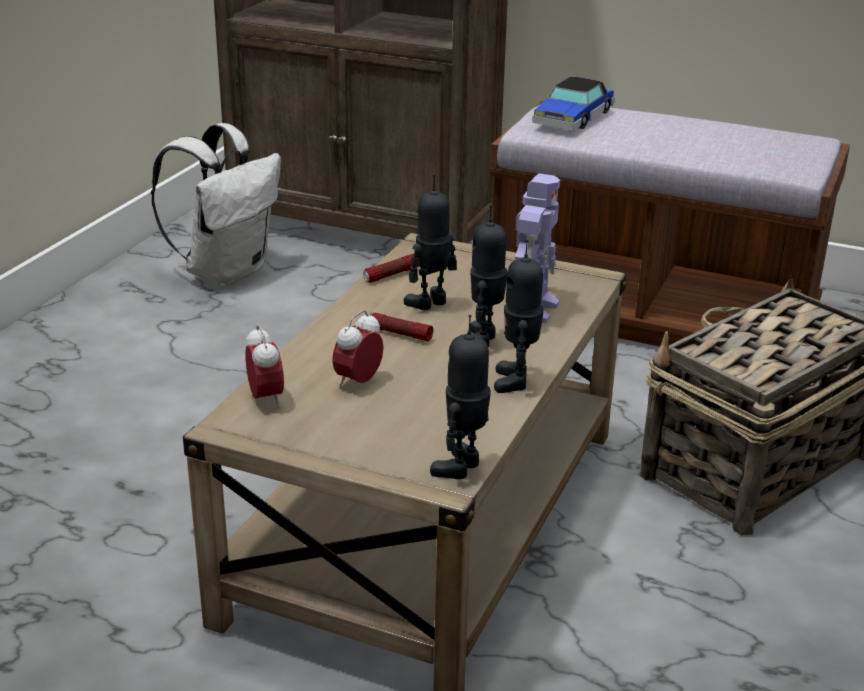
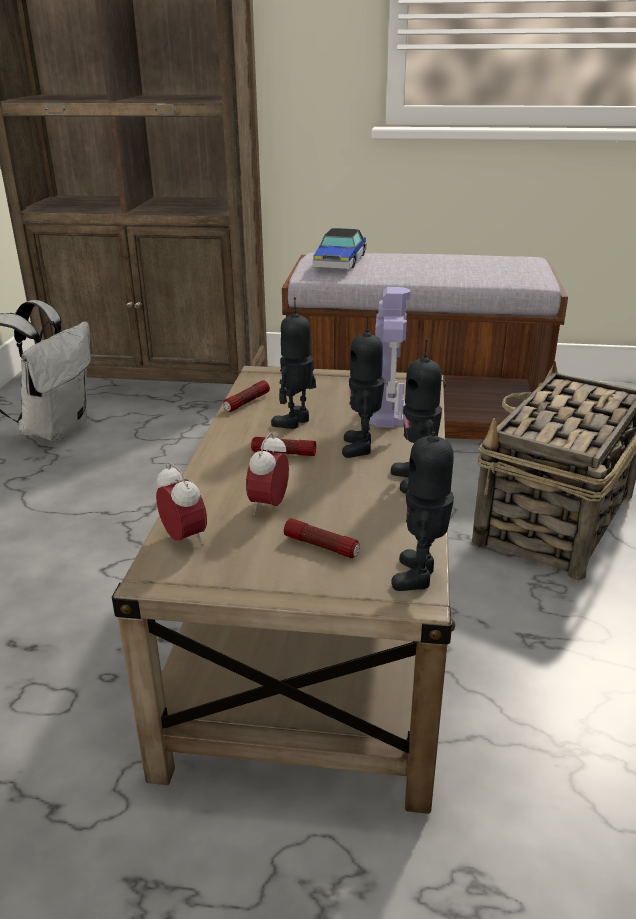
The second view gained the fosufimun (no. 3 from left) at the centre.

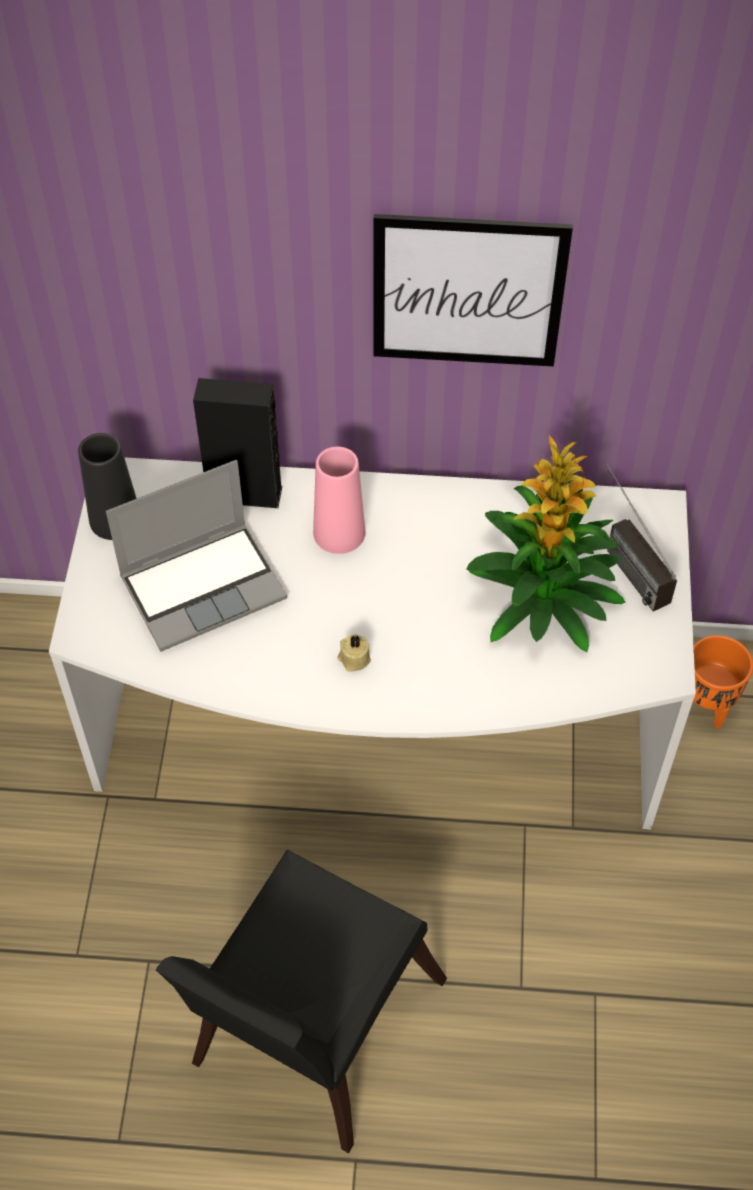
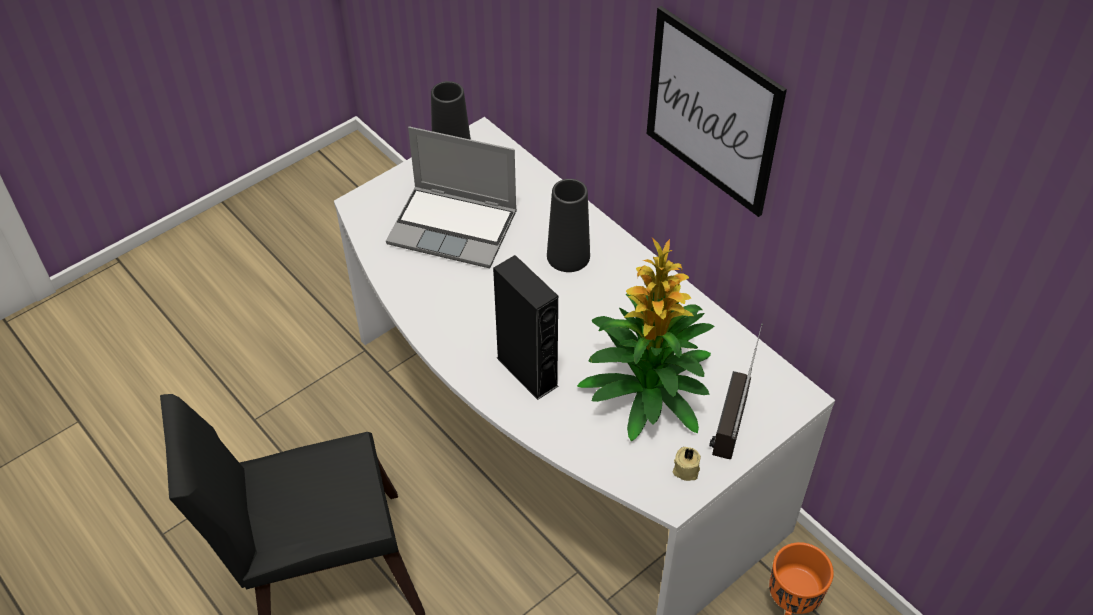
The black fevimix ended up elsewhere, having gone from the middle left to the centre.
The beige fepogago ended up elsewhere, having gone from the centre to the bottom centre.
What was the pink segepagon at the centre turned into the black segepagon (no. 2 from left) at the centre.

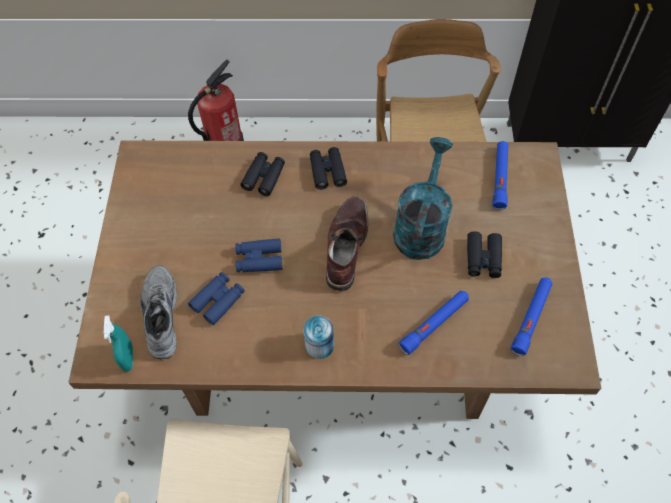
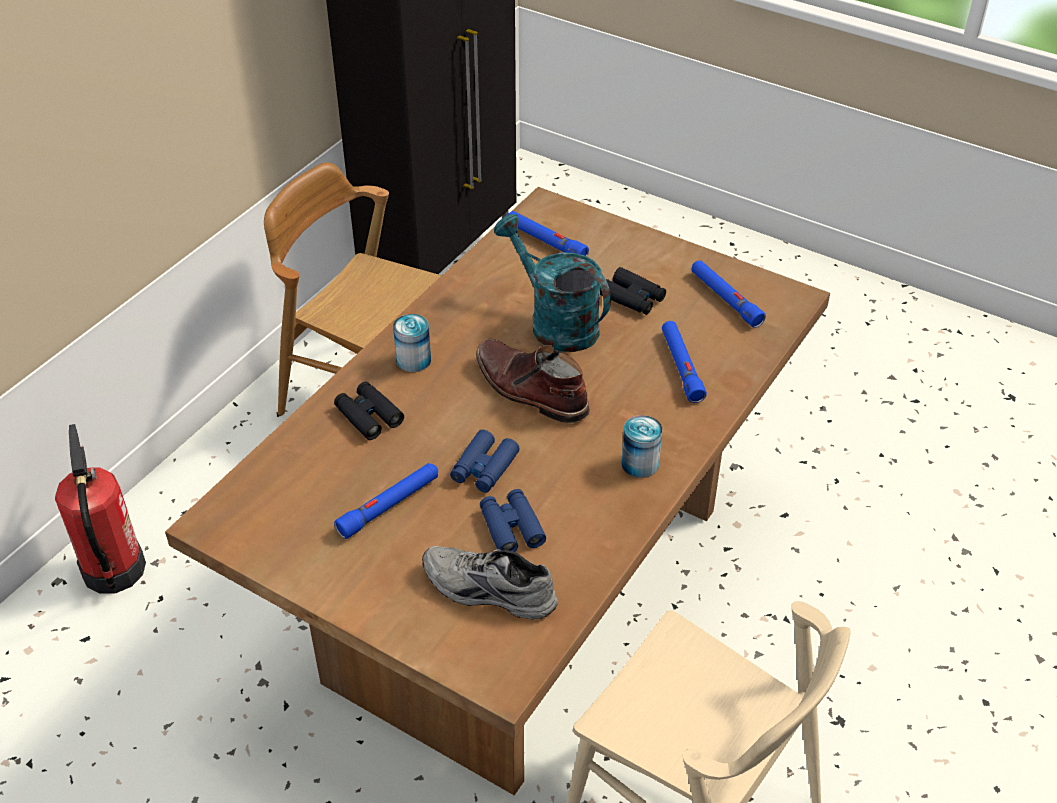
The second view lost the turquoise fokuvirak at the bottom left.
The second view gained the blue fosufimun (no. 1 from left) at the centre.
Where the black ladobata (no. 2 from left) stood at the centre, the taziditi (no. 1 from left) came to stand at the centre.

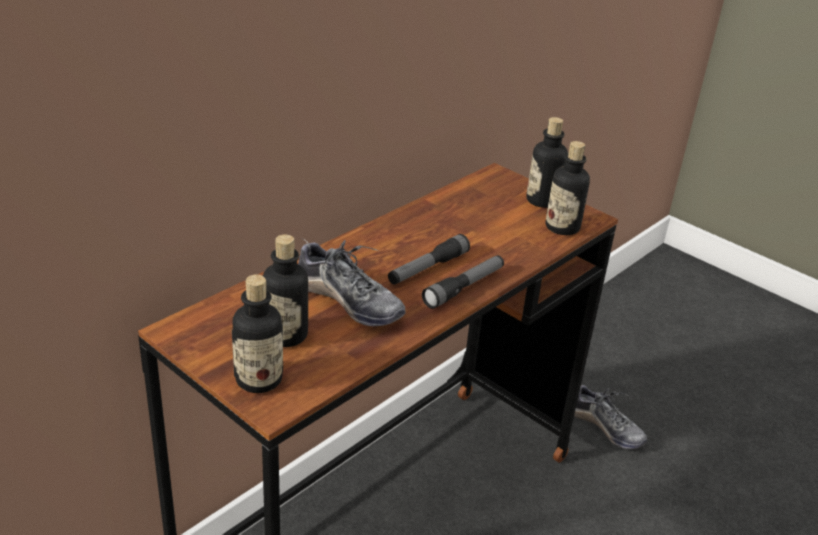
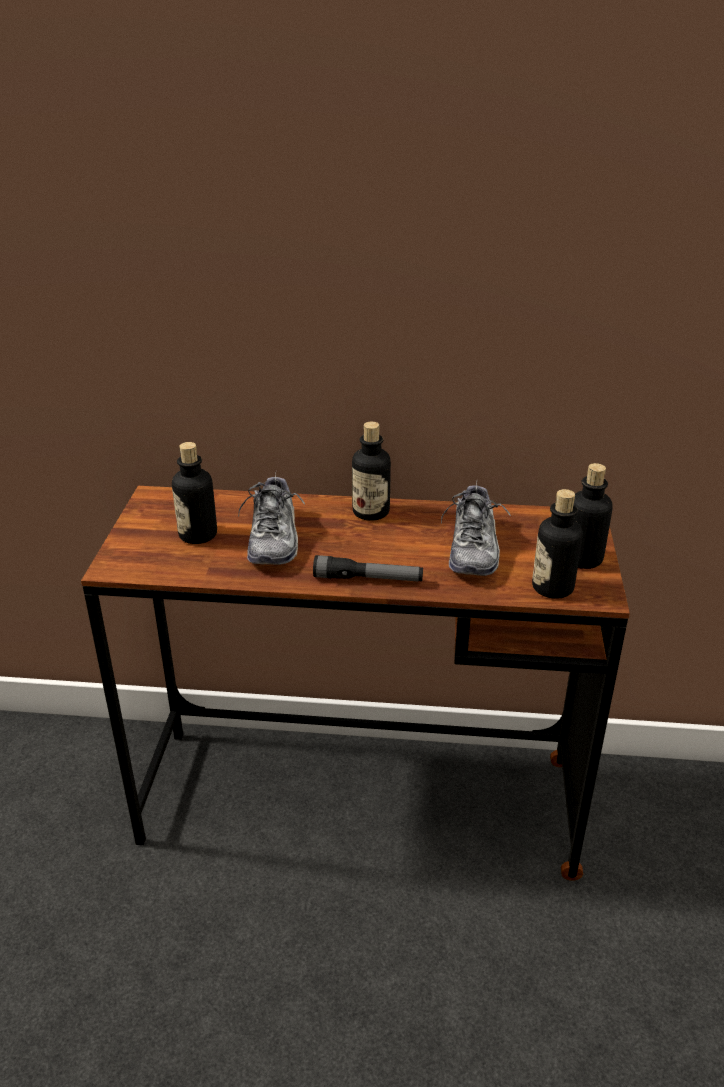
The second view lost the fosufimun (no. 1 from left) at the centre.
The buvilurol (no. 1 from left in the first image) ended up elsewhere, having gone from the middle left to the centre.
The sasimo (no. 2 from left) ended up elsewhere, having gone from the bottom right to the centre.

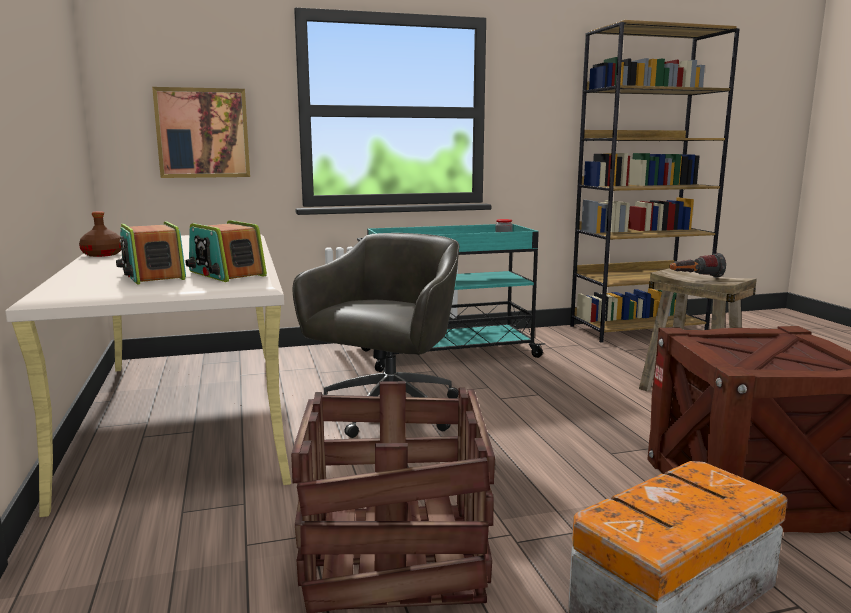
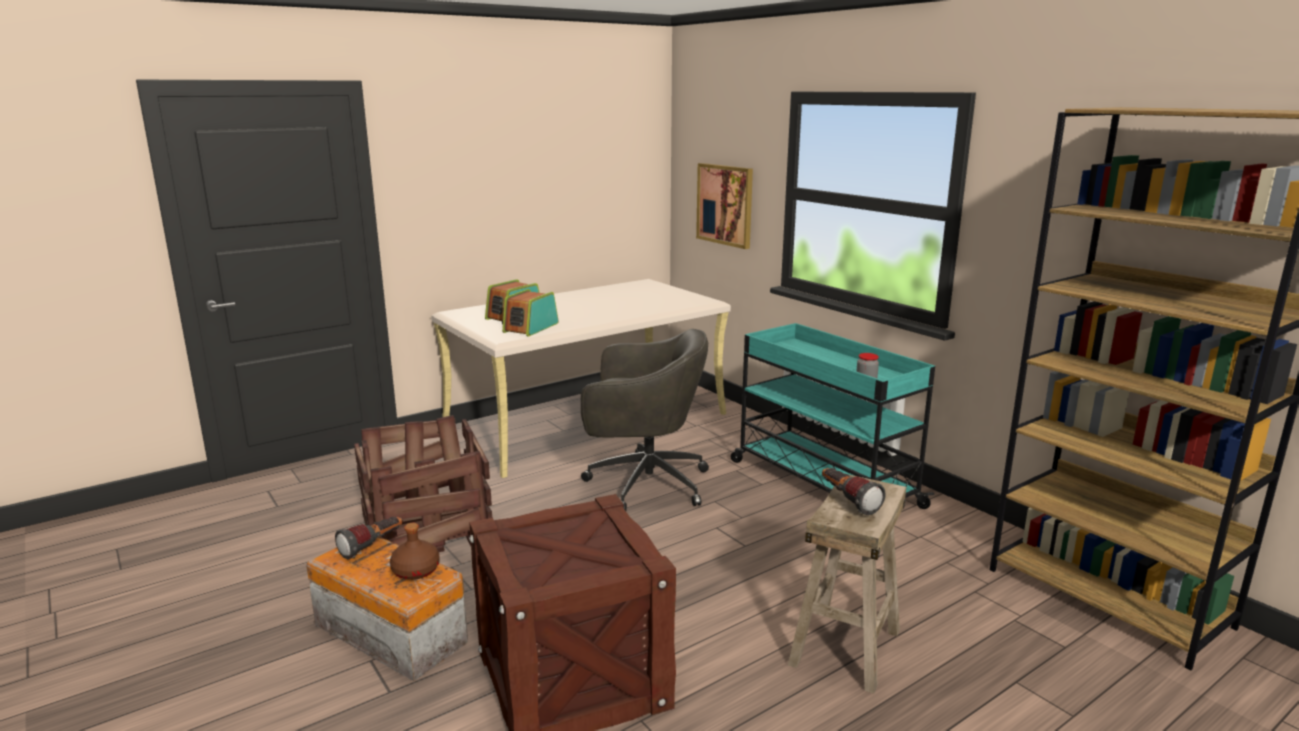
The second view gained the fosufimun (no. 1 from left) at the bottom left.
The brown buvilurol ended up elsewhere, having gone from the middle left to the bottom left.

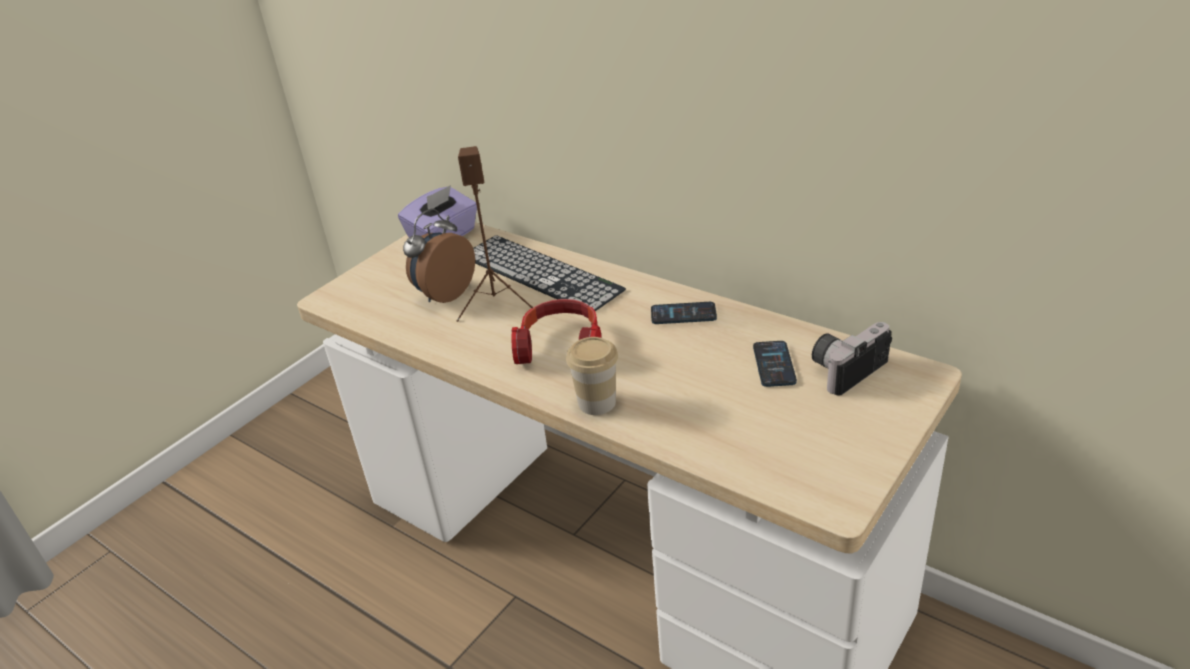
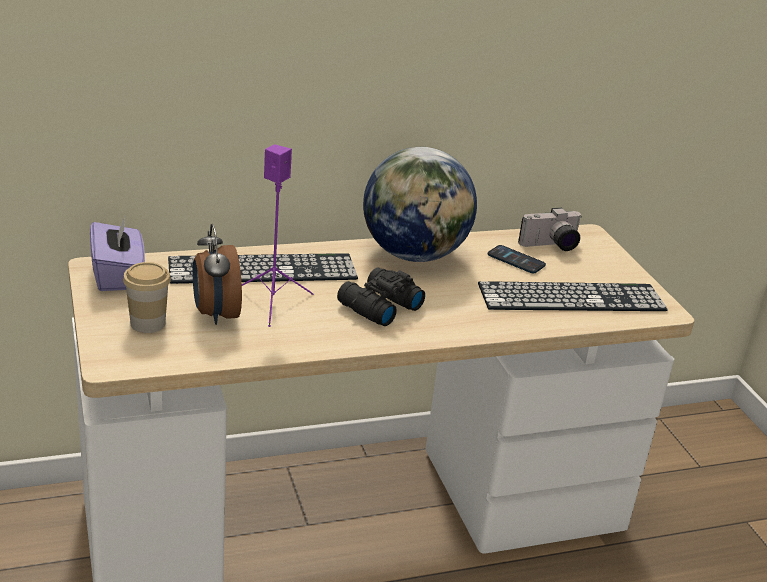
The second view gained the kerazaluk (no. 2 from left) at the middle right.
The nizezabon ended up elsewhere, having gone from the centre to the middle left.
Where the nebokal stood at the centre, the black ladobata came to stand at the centre.
Where the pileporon (no. 1 from left) stood at the centre, the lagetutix came to stand at the centre.
What was the brown fevimix at the centre turned into the purple fevimix at the centre.
The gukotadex at the middle right ended up facing another way, 105 degrees counterclockwise from before.

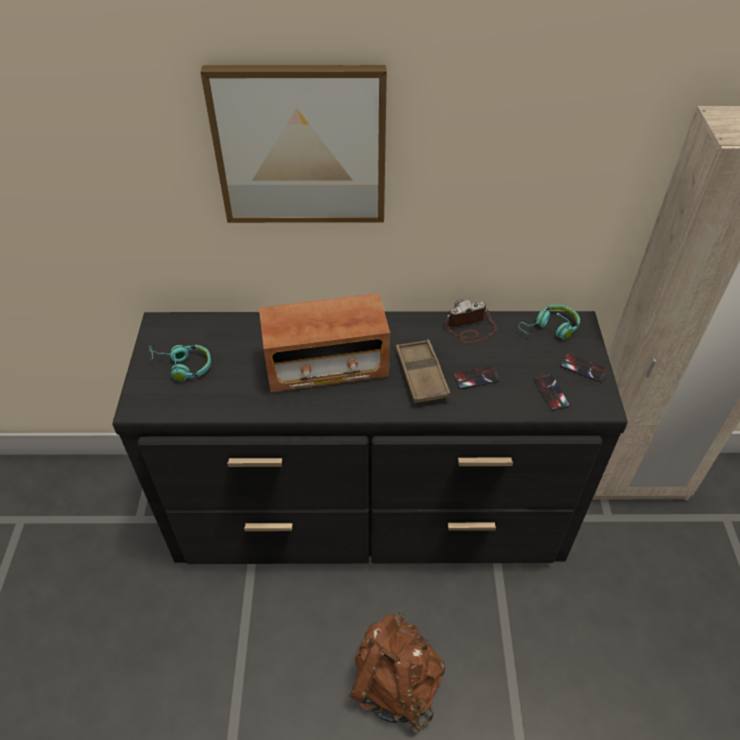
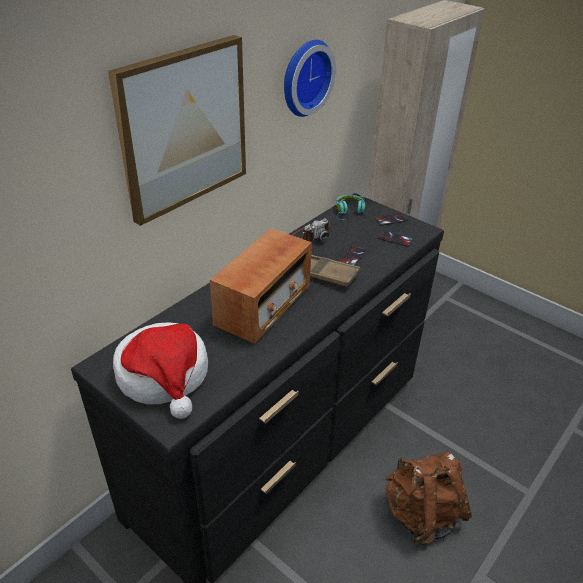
The second view gained the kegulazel at the top centre.
Where the turquoise nebokal (no. 1 from left) stood at the middle left, the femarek came to stand at the middle left.
The gukotadex at the centre ended up facing another way, 150 degrees counterclockwise from before.

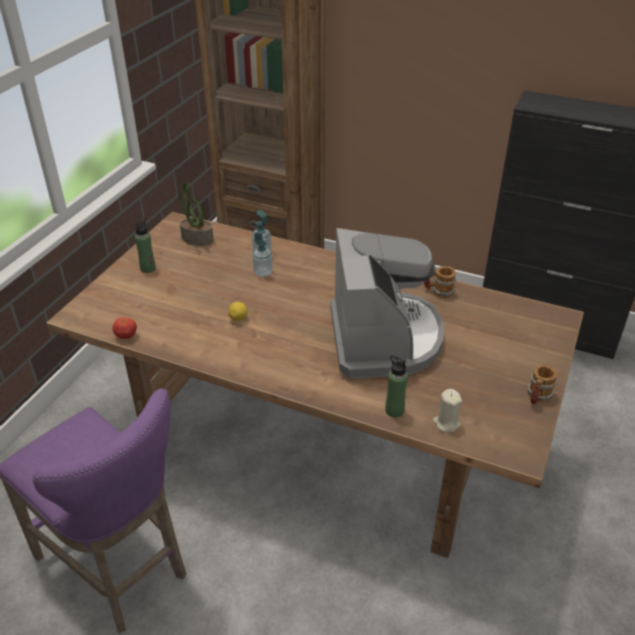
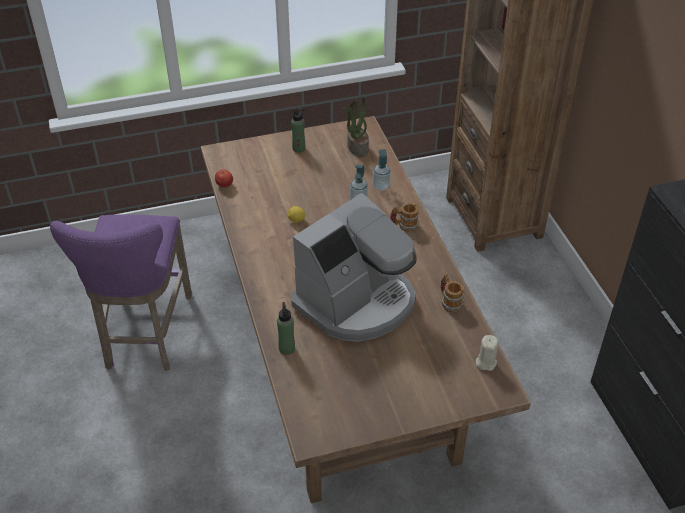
The beige fepogago ended up elsewhere, having gone from the middle right to the bottom right.
The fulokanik (no. 2 from left in the first image) ended up elsewhere, having gone from the middle right to the centre.

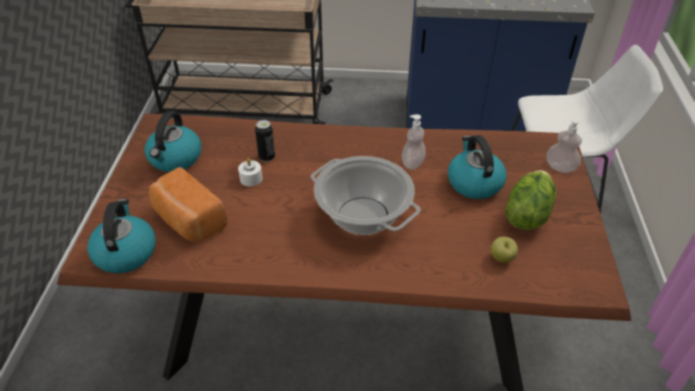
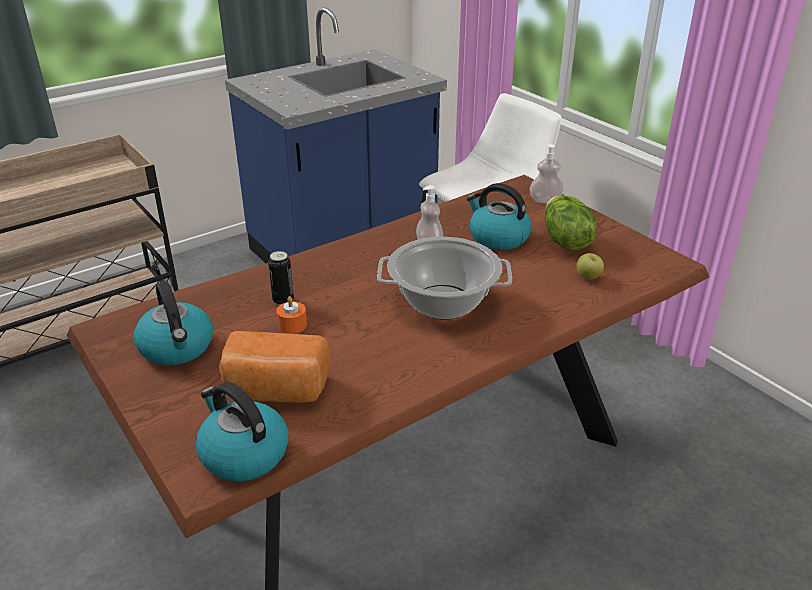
What was the white fepogago at the centre turned into the orange fepogago at the centre.

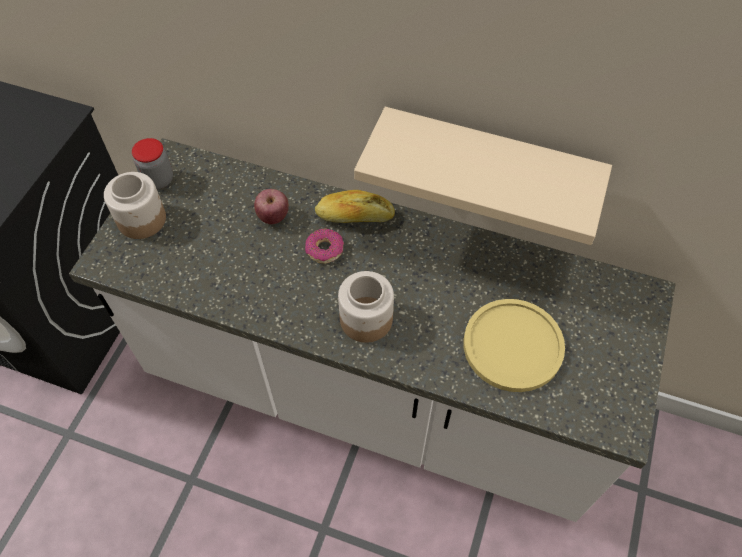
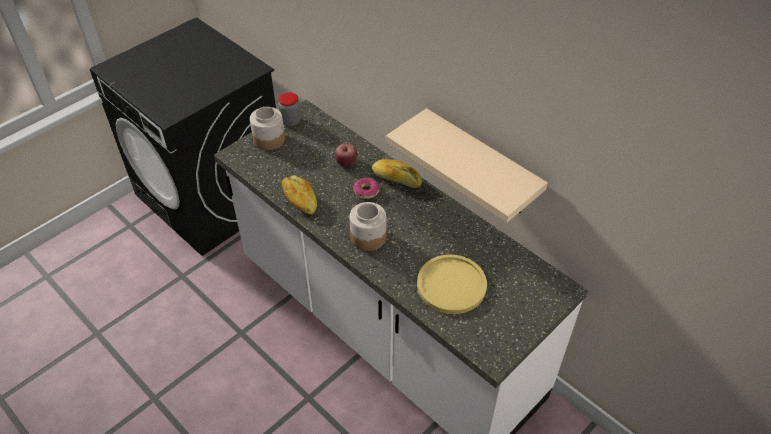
The second view gained the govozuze (no. 1 from left) at the centre.

